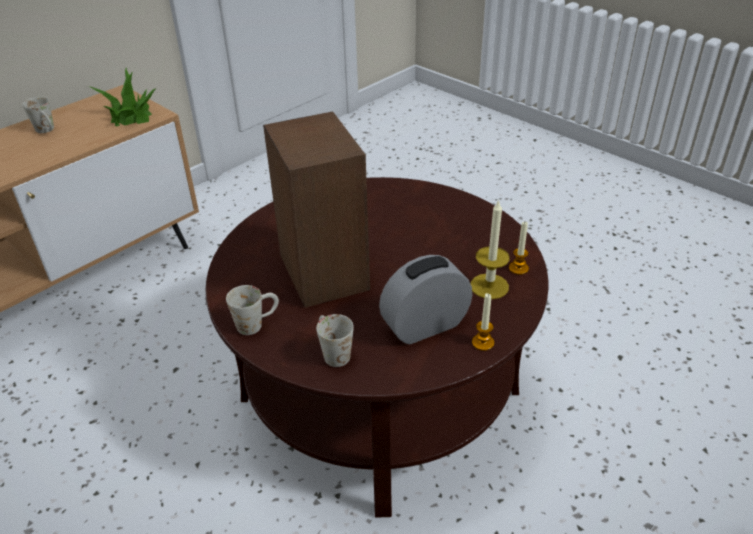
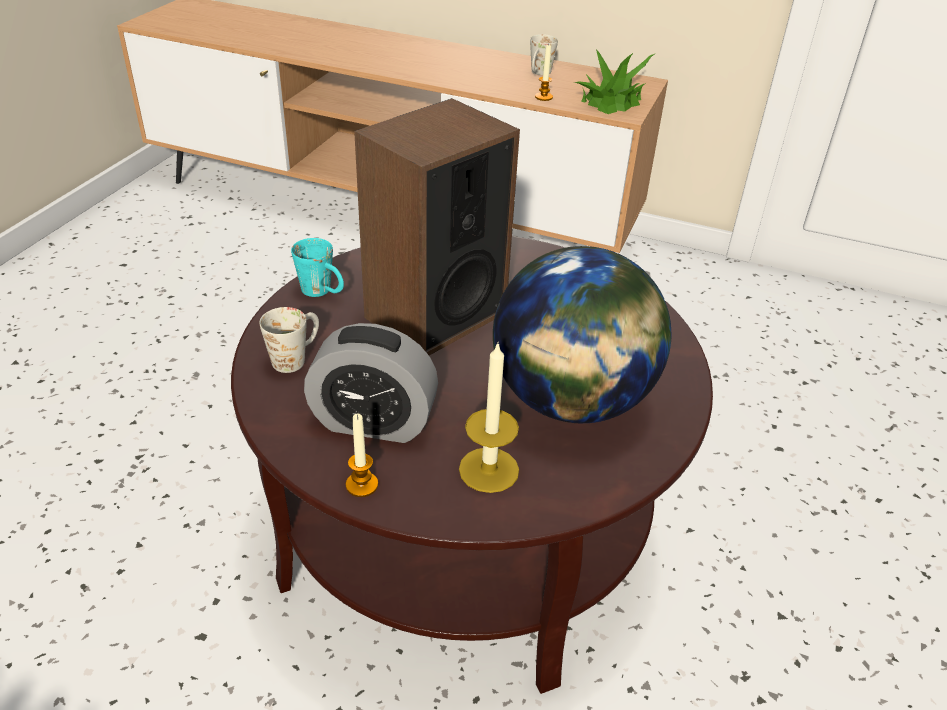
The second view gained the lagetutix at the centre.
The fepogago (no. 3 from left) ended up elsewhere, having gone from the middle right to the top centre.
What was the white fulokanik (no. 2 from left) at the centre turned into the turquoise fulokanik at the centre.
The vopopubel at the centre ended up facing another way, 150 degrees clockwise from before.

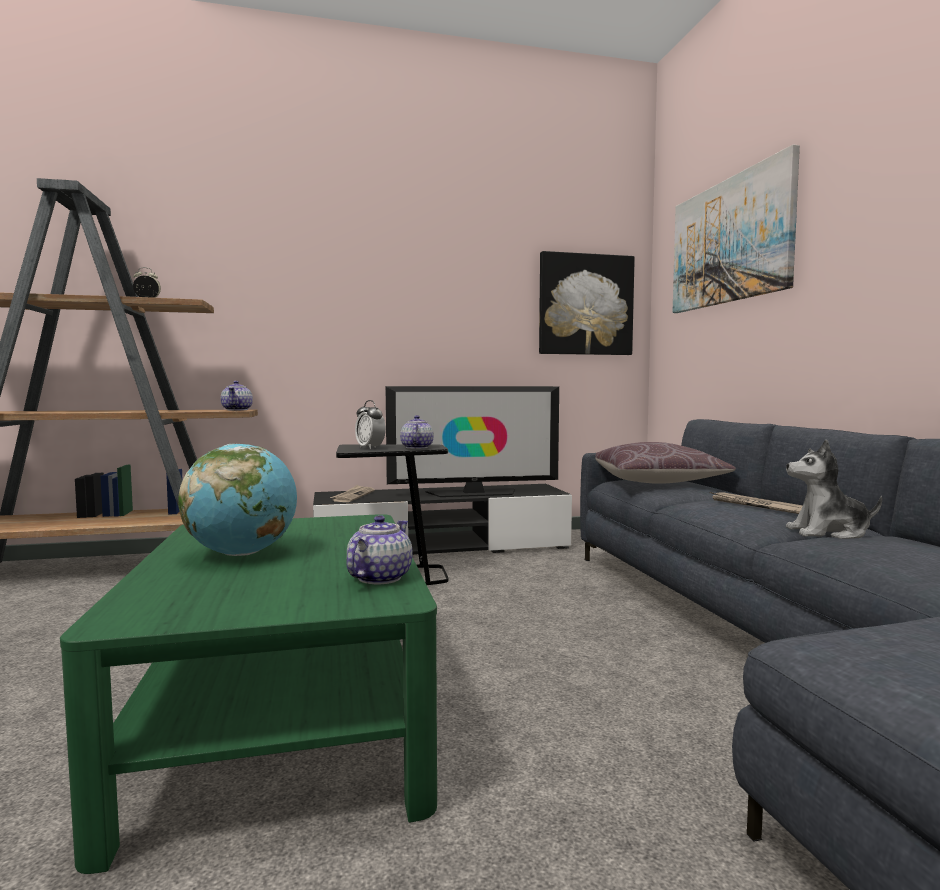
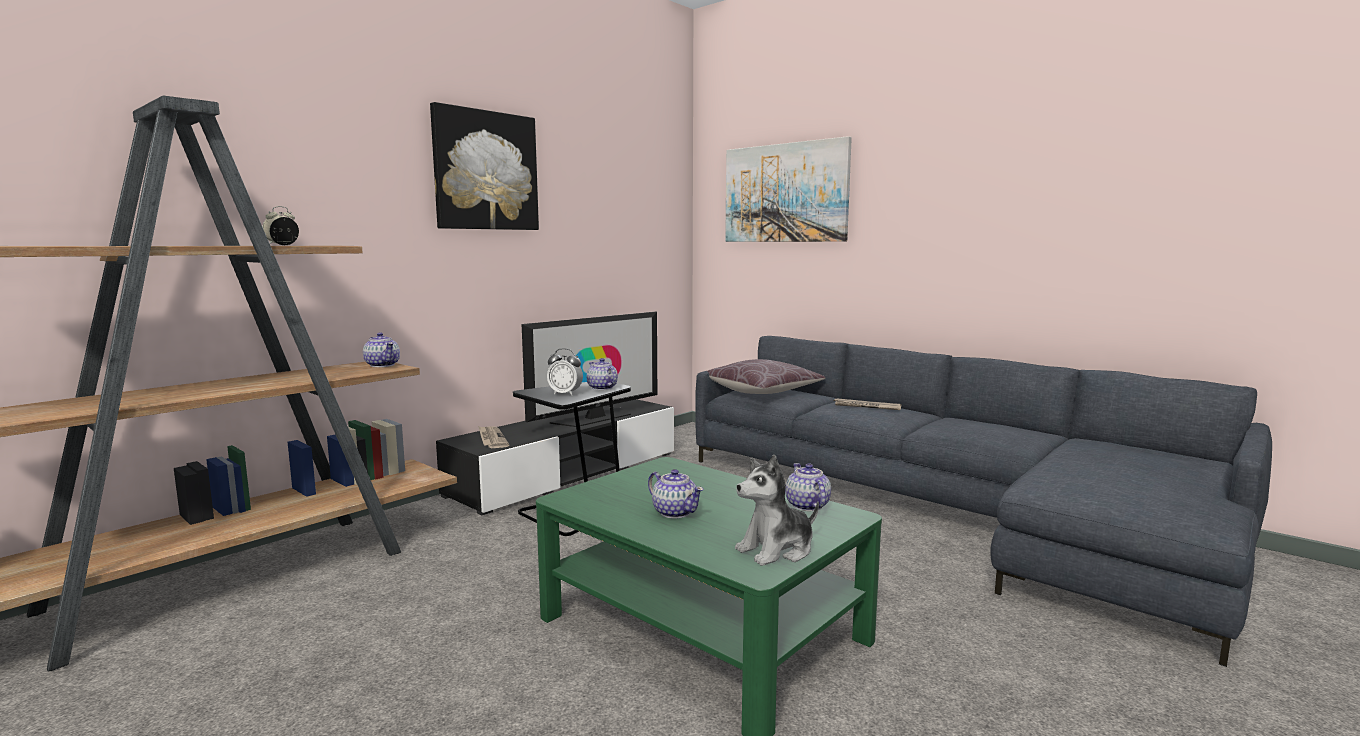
The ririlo (no. 1 from left) ended up elsewhere, having gone from the centre to the top centre.
The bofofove ended up elsewhere, having gone from the middle right to the bottom centre.
Where the lagetutix stood at the middle left, the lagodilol (no. 3 from left) came to stand at the bottom centre.

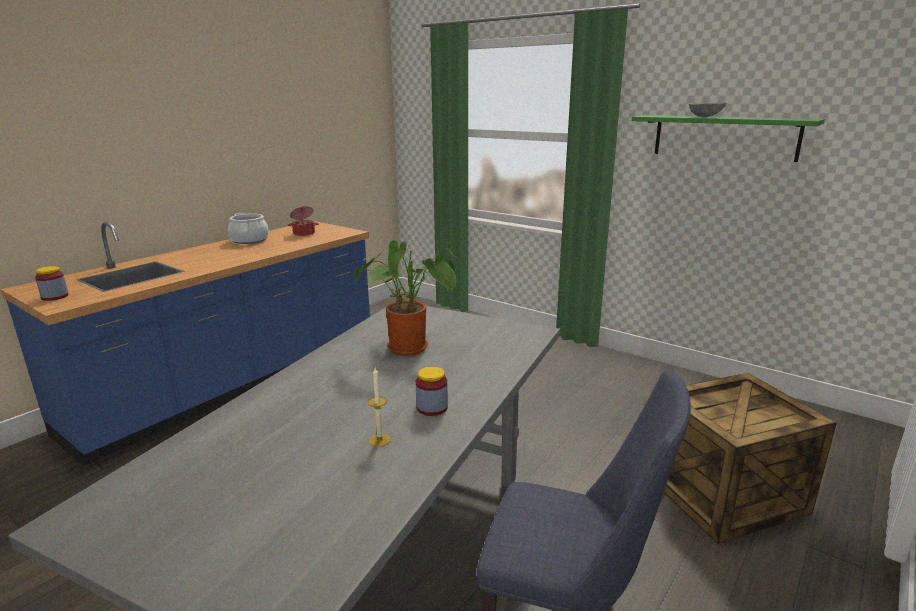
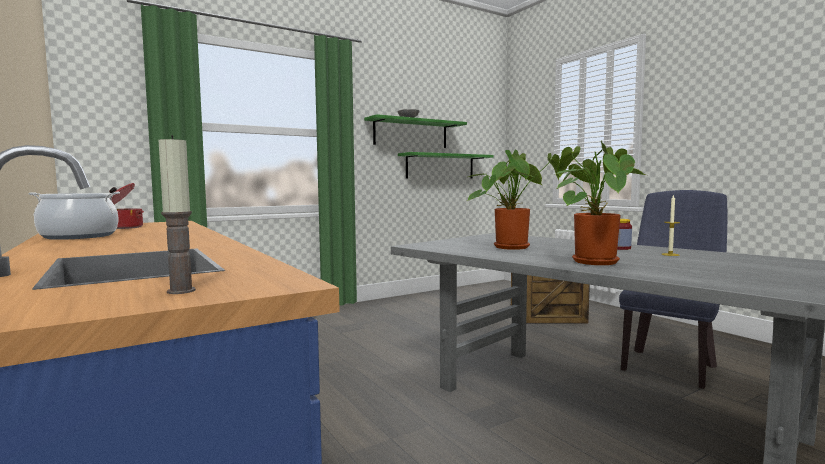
The second view gained the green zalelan (no. 2 from left) at the centre.
The second view gained the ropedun (no. 2 from left) at the middle right.
Where the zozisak (no. 1 from left) stood at the middle left, the fepogago (no. 1 from left) came to stand at the middle left.

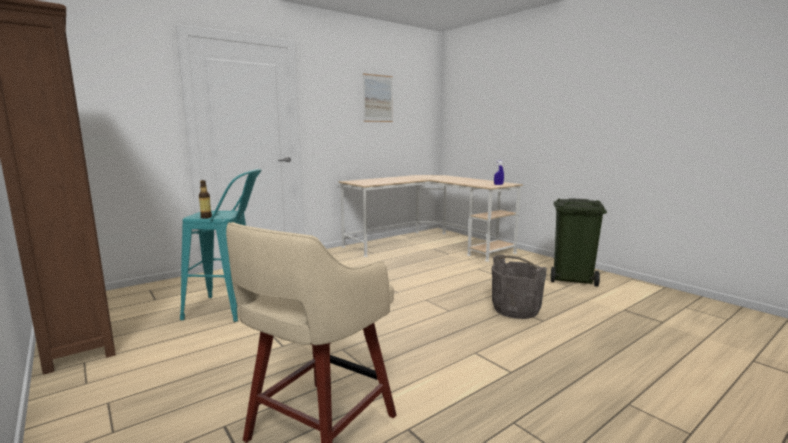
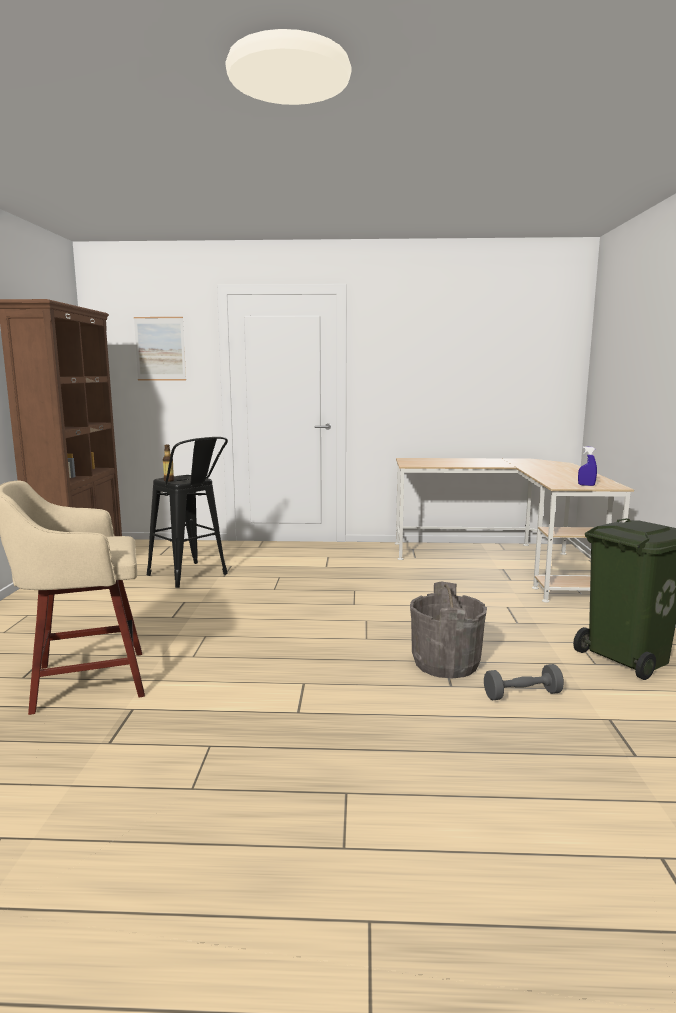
The second view gained the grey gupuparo at the bottom right.
The ririlo ended up elsewhere, having gone from the top centre to the middle left.
What was the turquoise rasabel at the middle left turned into the black rasabel at the middle left.

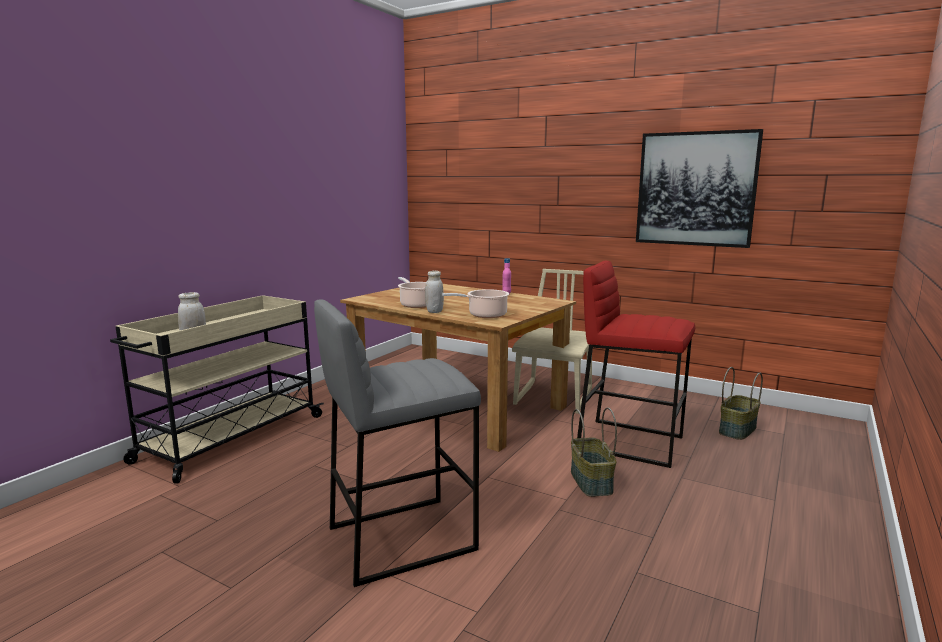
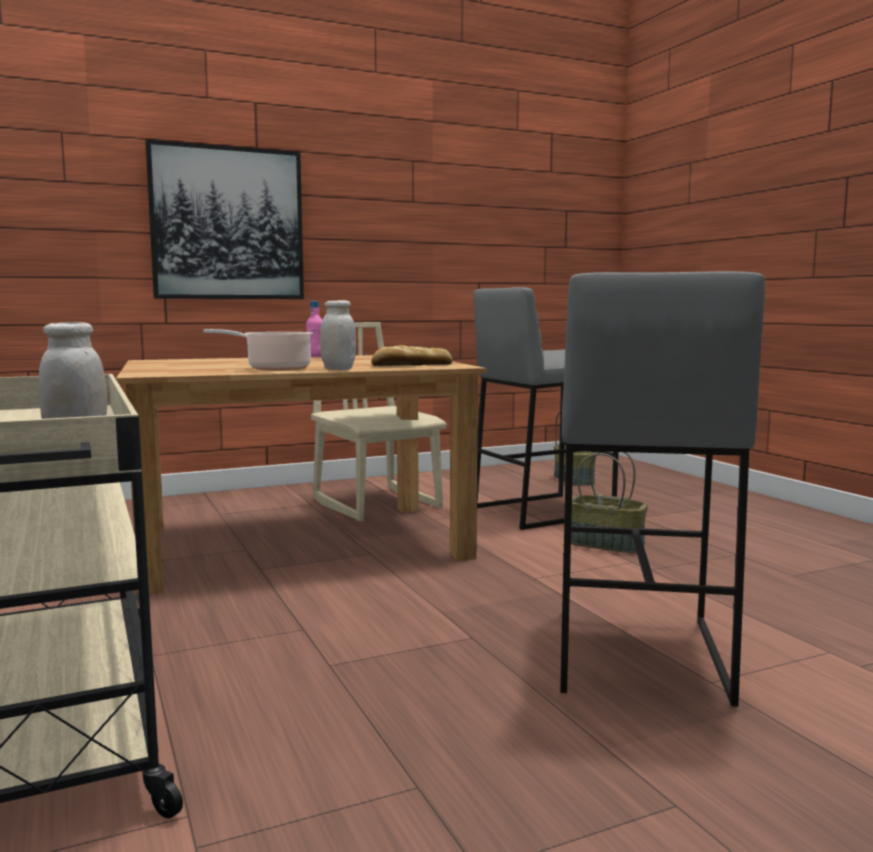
The ririlo ended up elsewhere, having gone from the top right to the top left.
Where the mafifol (no. 2 from left) stood at the centre, the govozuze came to stand at the centre.
What was the red rasabel at the middle right turned into the grey rasabel (no. 1 from left) at the centre.

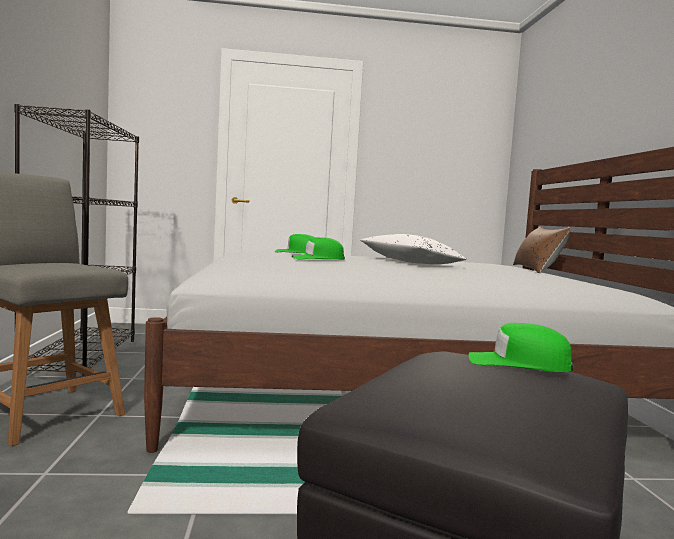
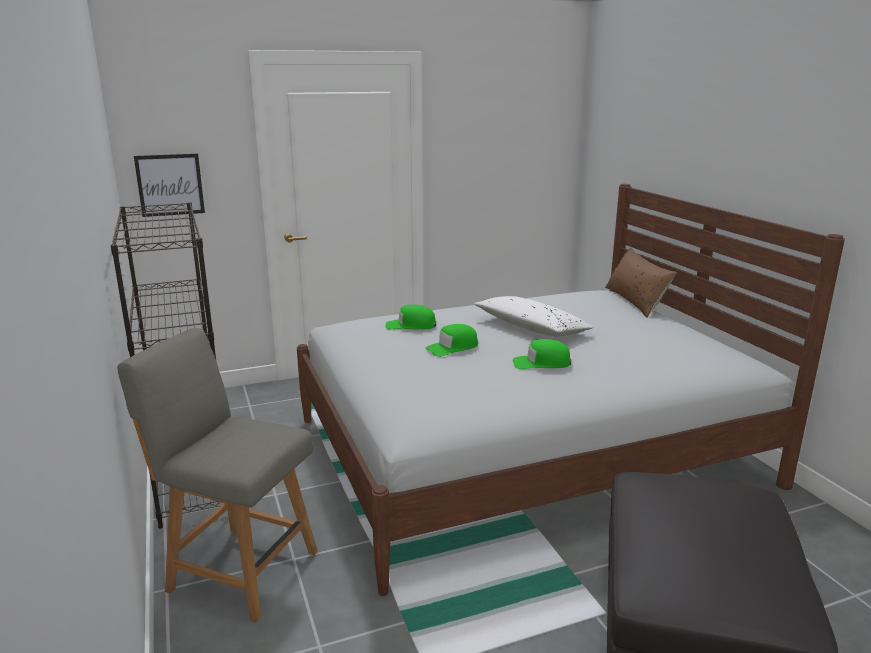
The second view gained the ririlo at the top left.
The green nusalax (no. 3 from left) ended up elsewhere, having gone from the middle right to the centre.

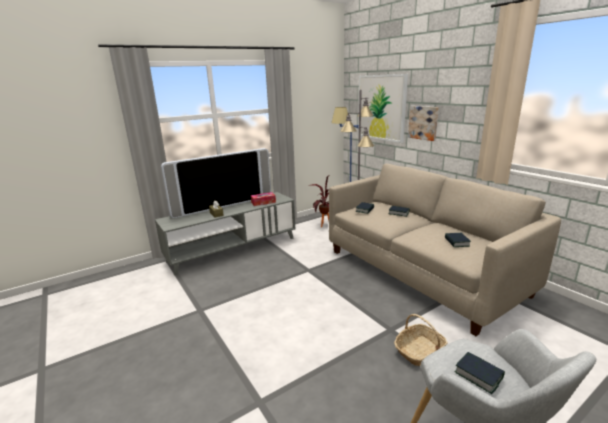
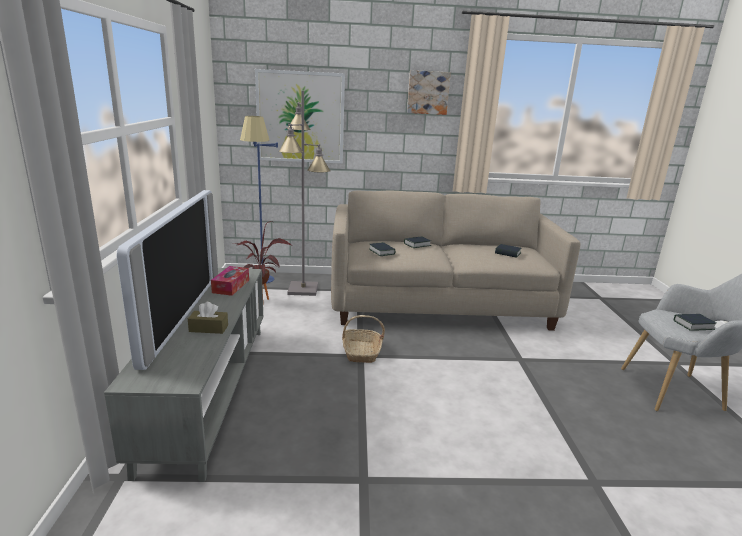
The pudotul ended up elsewhere, having gone from the bottom right to the centre.
The ririlo (no. 2 from left) ended up elsewhere, having gone from the top right to the top centre.

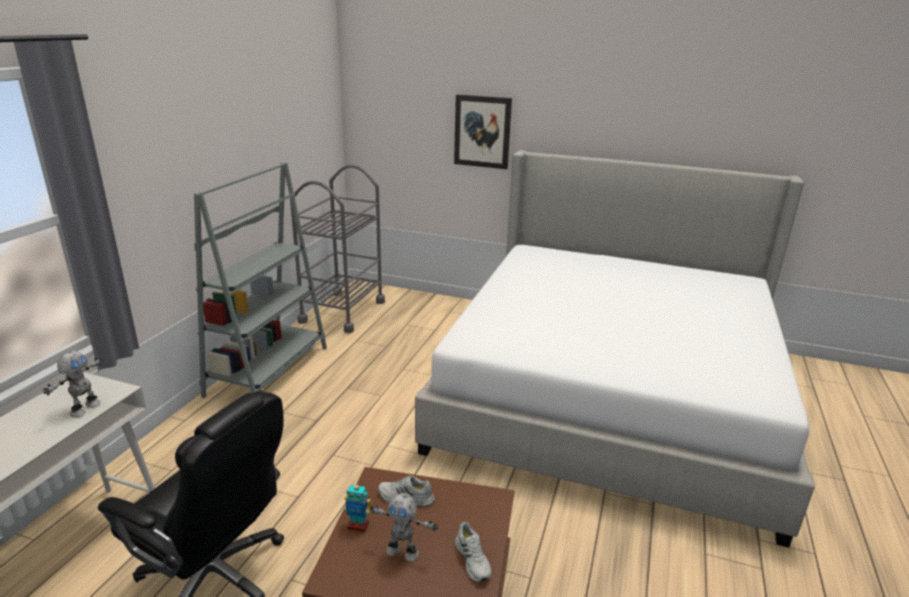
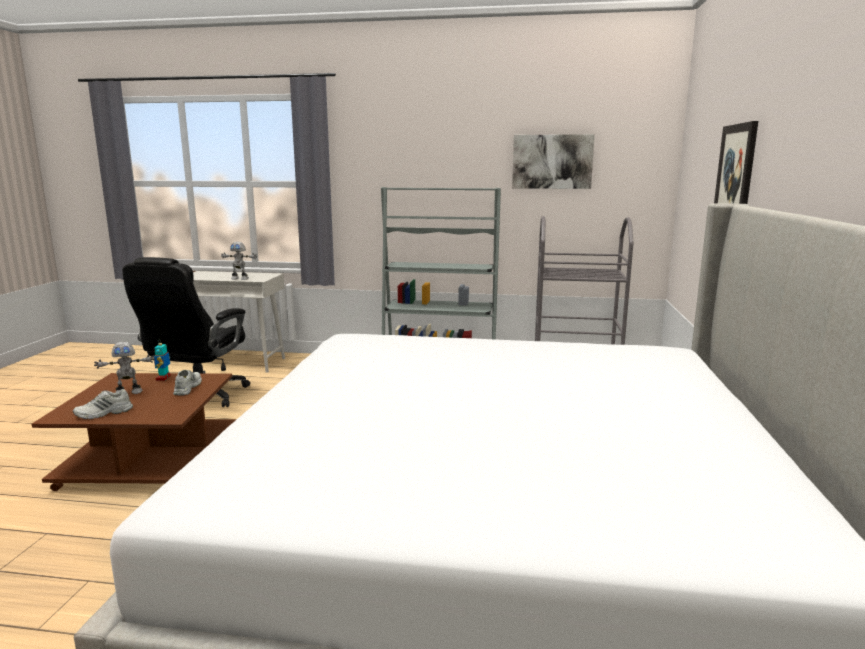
The second view gained the ririlo (no. 1 from left) at the top centre.
The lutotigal (no. 3 from left in the first image) at the bottom centre ended up facing another way, 120 degrees counterclockwise from before.

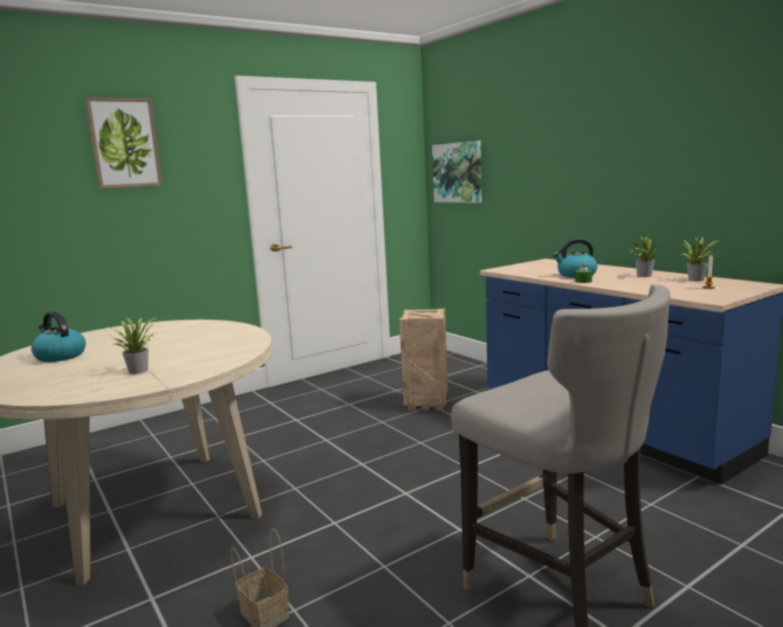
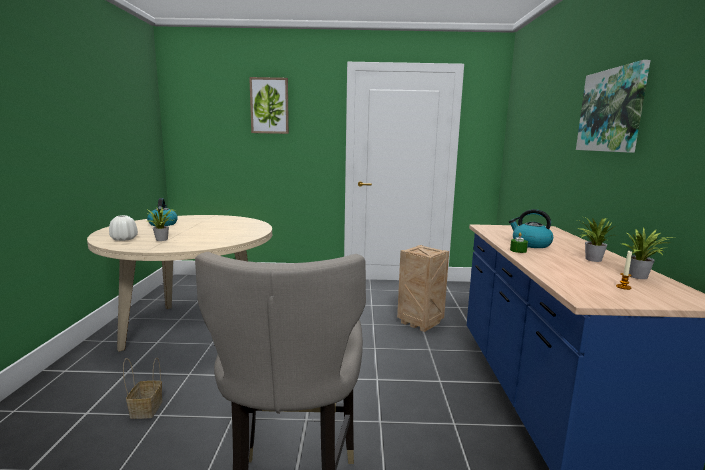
The second view gained the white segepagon at the middle left.
The ririlo (no. 2 from left) ended up elsewhere, having gone from the top centre to the top right.

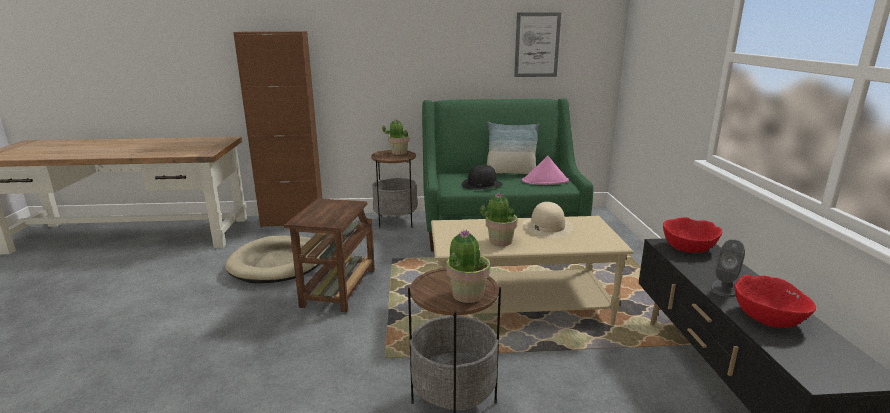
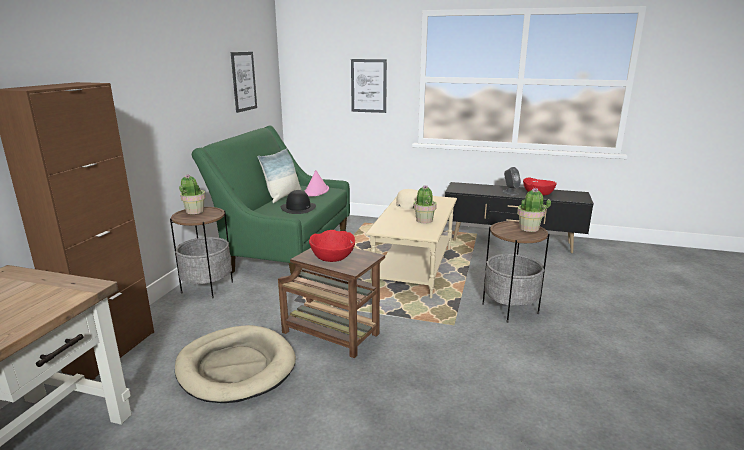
The second view gained the ririlo (no. 2 from left) at the top centre.
The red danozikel (no. 1 from left) ended up elsewhere, having gone from the middle right to the centre.

